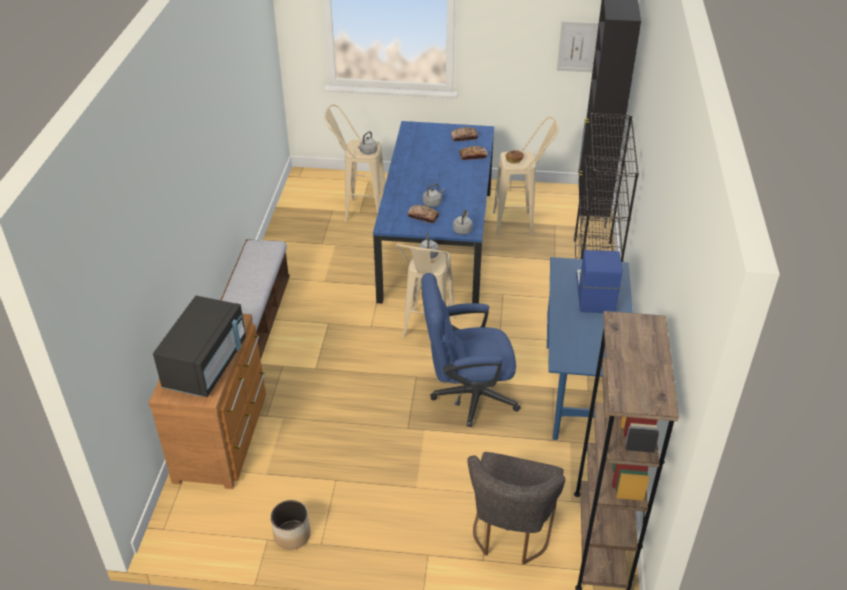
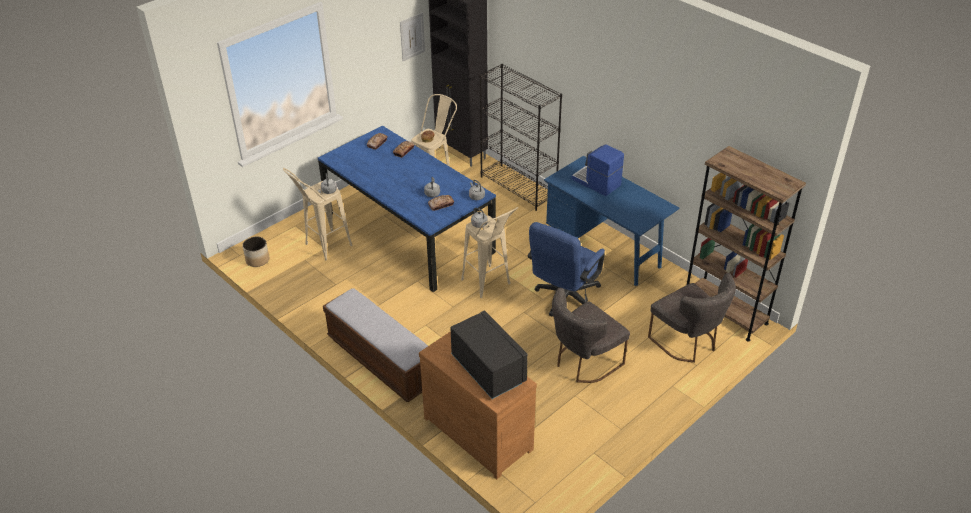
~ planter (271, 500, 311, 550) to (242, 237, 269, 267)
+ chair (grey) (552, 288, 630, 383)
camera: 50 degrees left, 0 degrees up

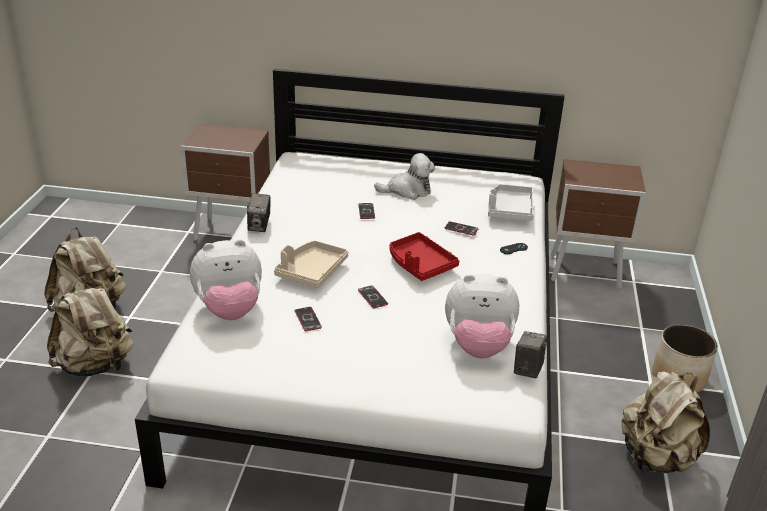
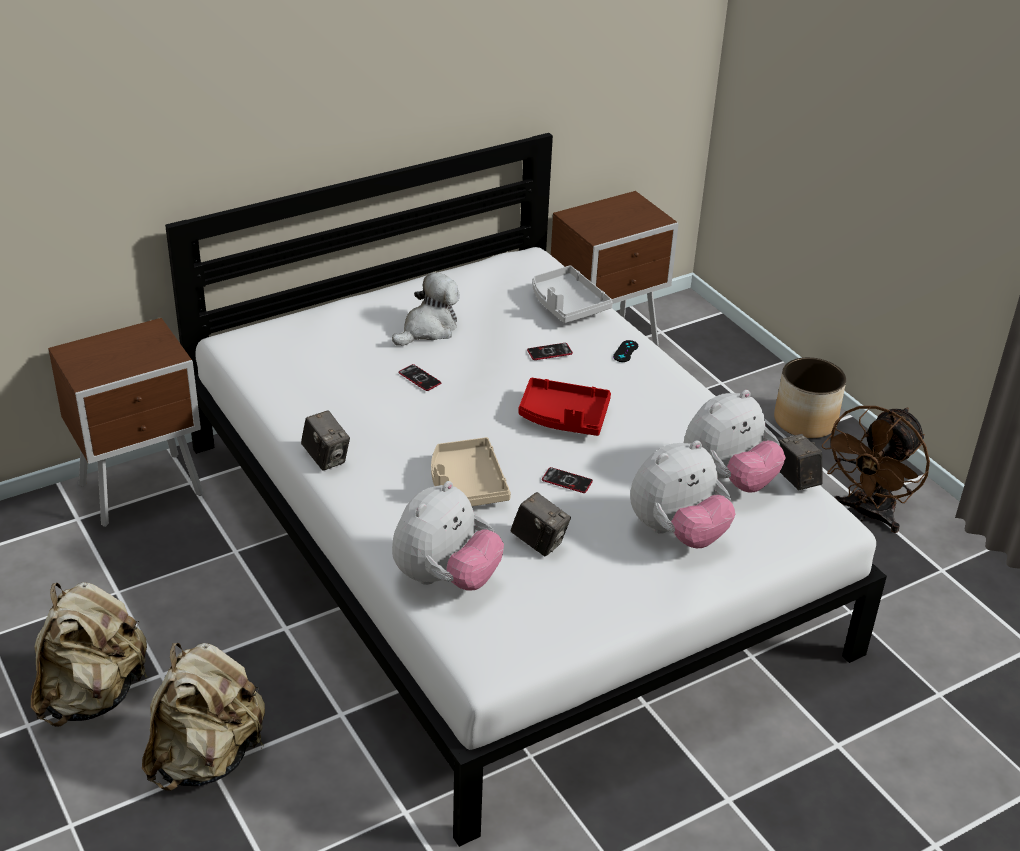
~ phone (295, 307, 322, 331) to photo camera (511, 492, 571, 556)
~ backpack (beige) (621, 371, 710, 473) to fan (brown) (822, 406, 930, 533)
+ plush toy (630, 440, 735, 548)
camera: 40 degrees left, 5 degrees up

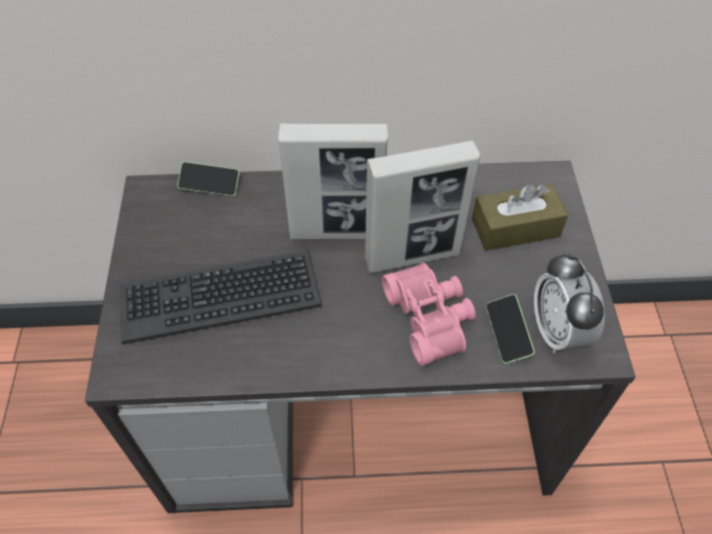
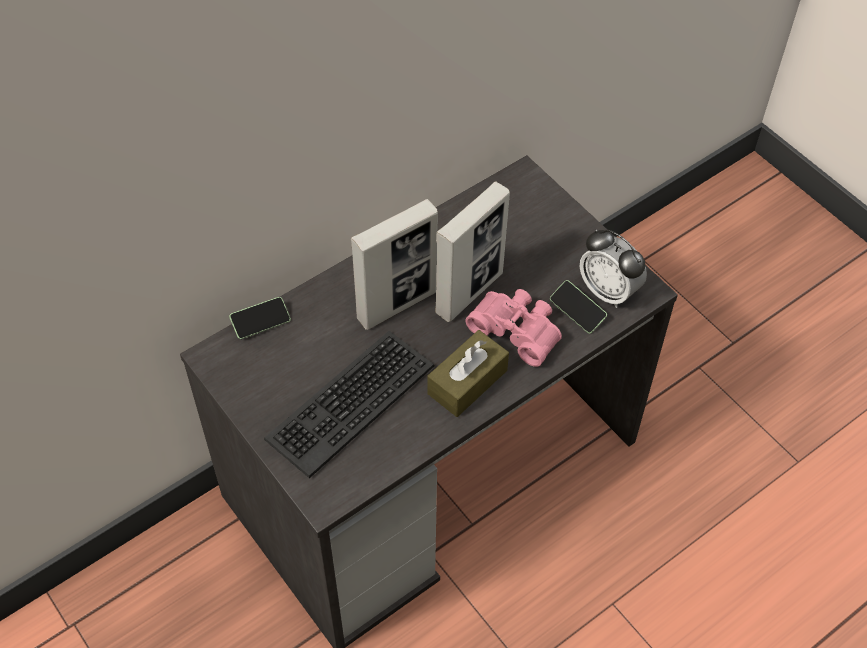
~ tissue box (brown) (472, 184, 568, 251) to (427, 330, 509, 417)
camera: 35 degrees left, 0 degrees up

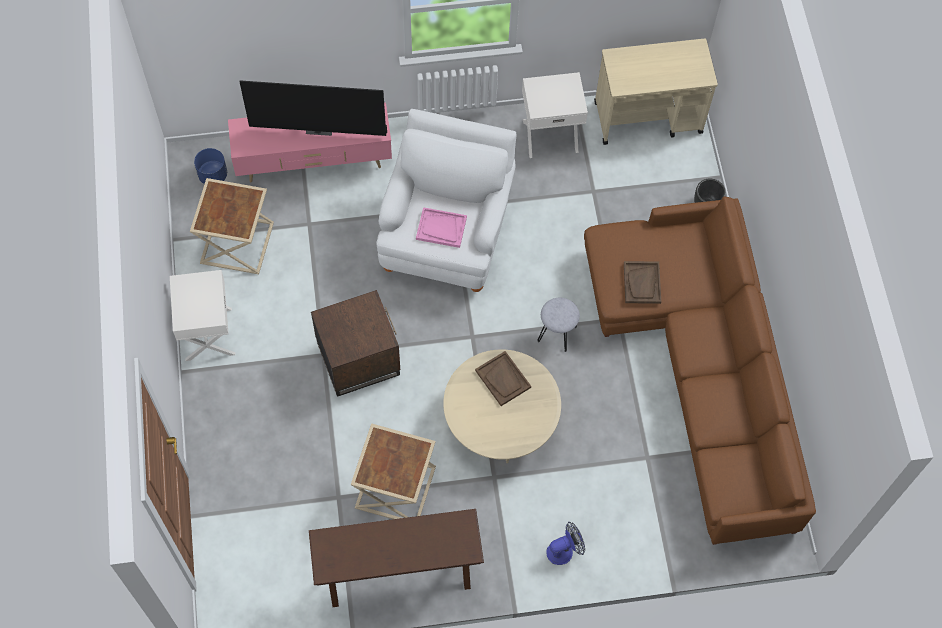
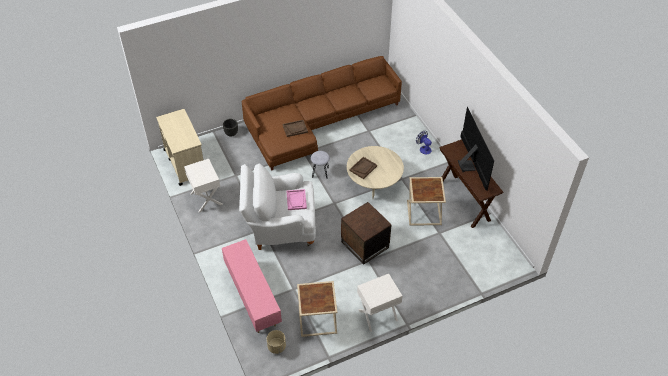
~ planter (blue) (194, 148, 227, 184) to planter (beige) (267, 330, 286, 354)
~ television (239, 81, 387, 136) to (458, 107, 494, 191)
camera: 105 degrees left, 15 degrees down

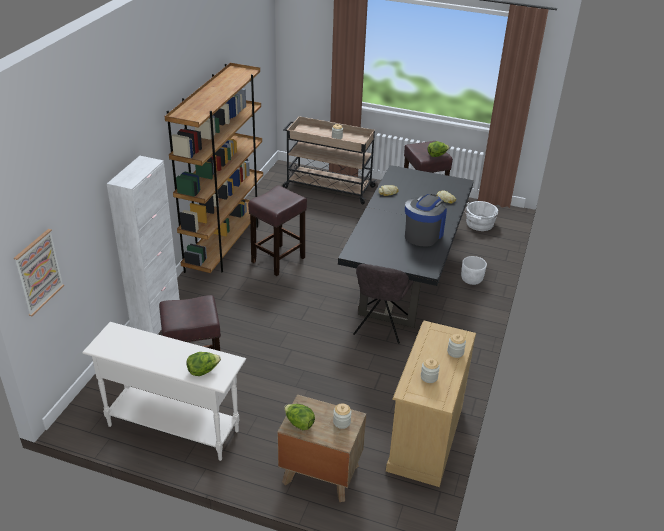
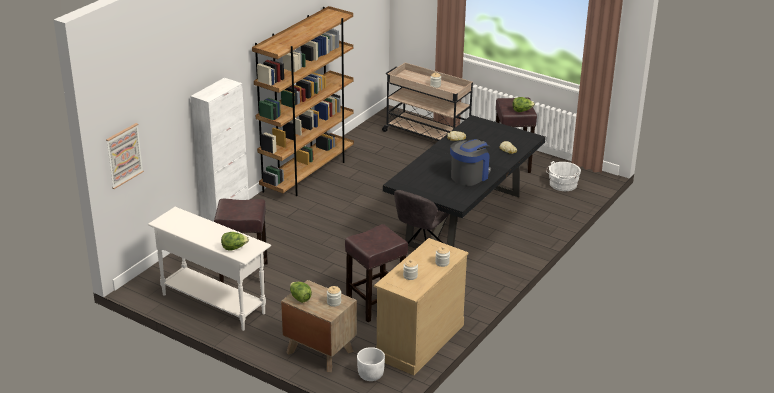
~ stool (brown) (248, 185, 307, 276) to (345, 224, 408, 322)
~ planter (white) (461, 256, 487, 285) to (357, 347, 385, 381)
camera: 15 degrees right, 5 degrees down

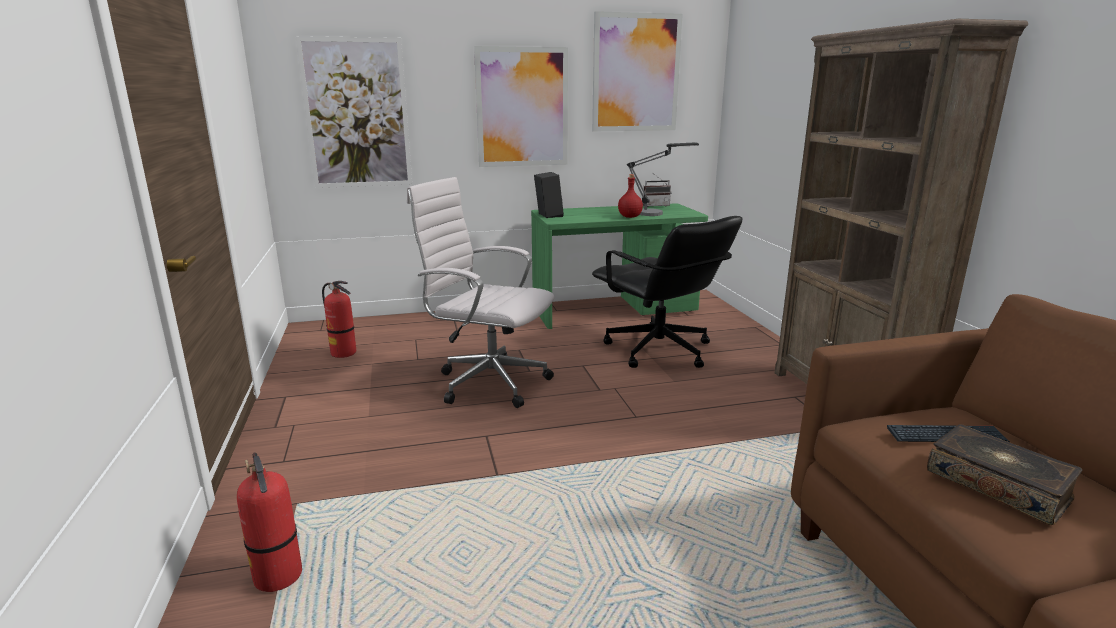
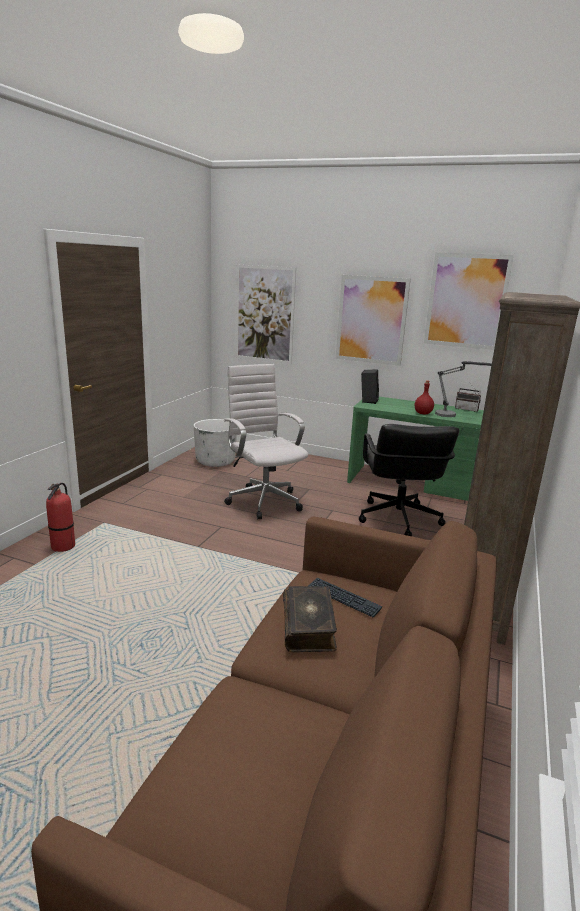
~ fire extinguisher (322, 281, 356, 358) to planter (white) (194, 419, 237, 467)
camera: 35 degrees right, 0 degrees up

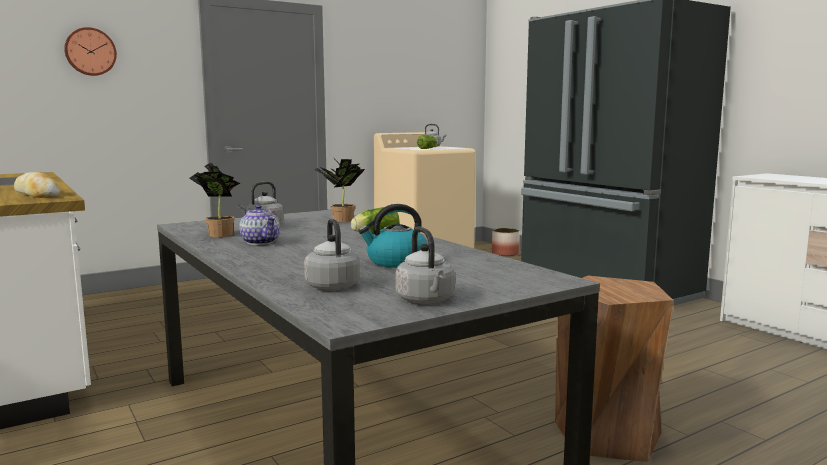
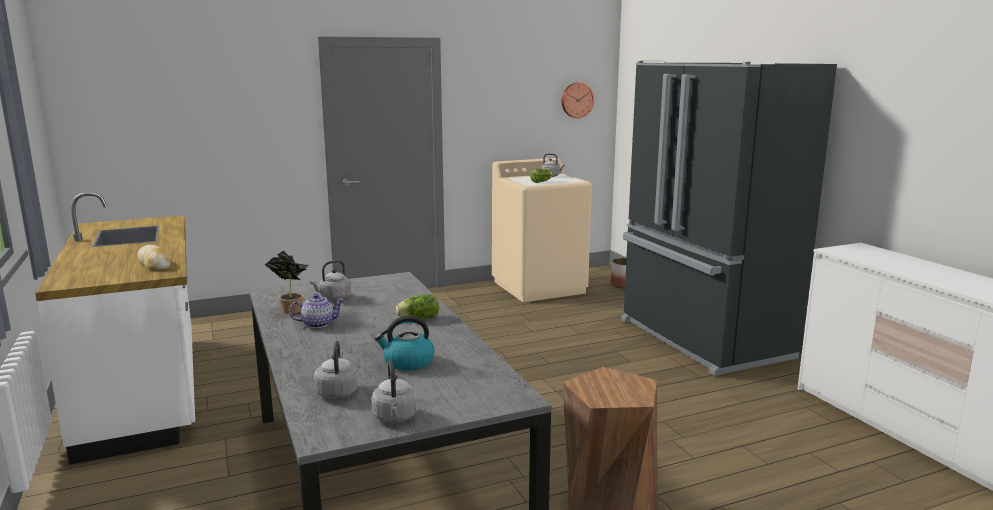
~ wall clock (64, 27, 117, 76) to (562, 83, 594, 118)
~ teapot (239, 205, 280, 245) = (289, 294, 344, 328) 75 degrees counterclockwise
- potted plant (314, 159, 365, 222)
camera: 10 degrees right, 5 degrees up

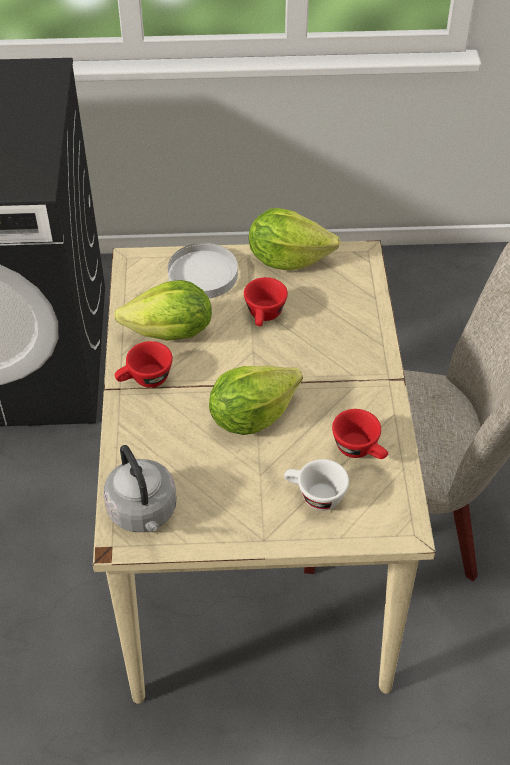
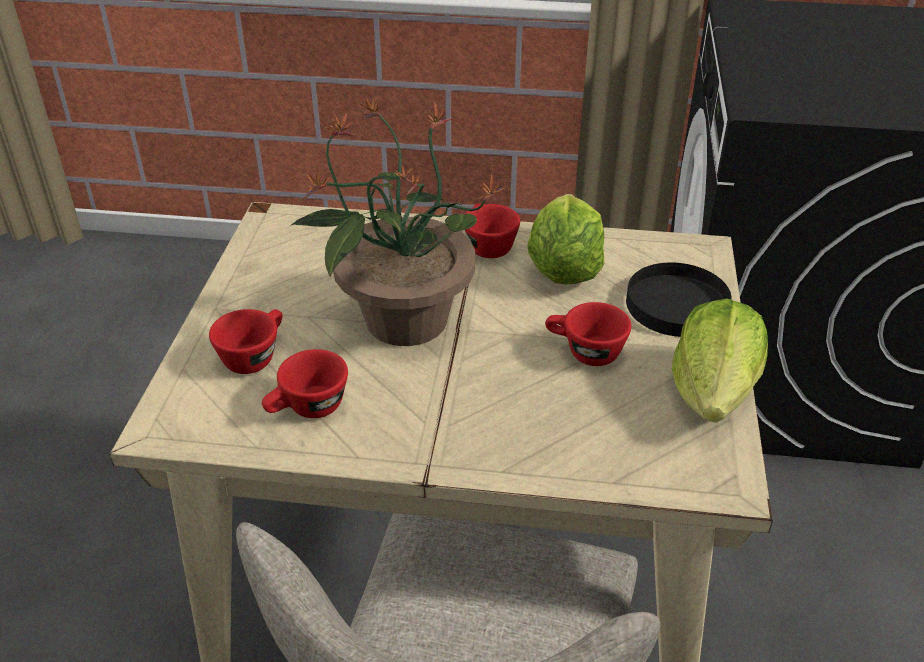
- kettle (grey) (103, 445, 177, 532)
~ plate (white) (168, 243, 238, 298) to plate (black) (626, 262, 732, 337)
~ lettuce (209, 366, 303, 435) to potted plant (290, 96, 505, 346)
~ cup (white) (284, 459, 349, 511) to cup (red) (209, 309, 283, 374)
camera: 100 degrees right, 10 degrees down

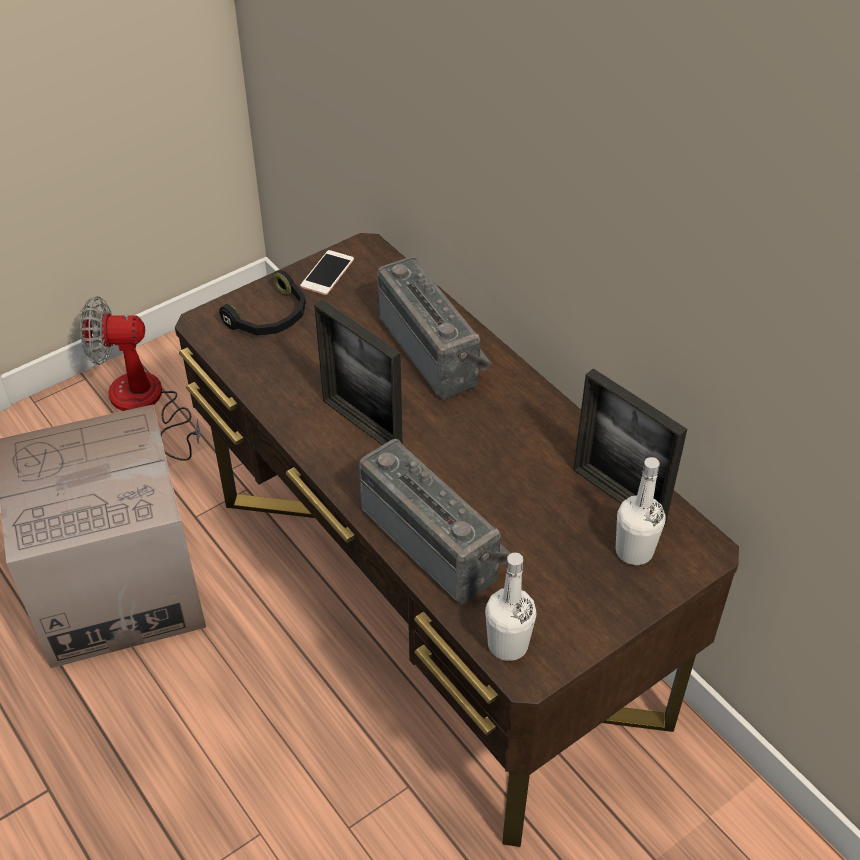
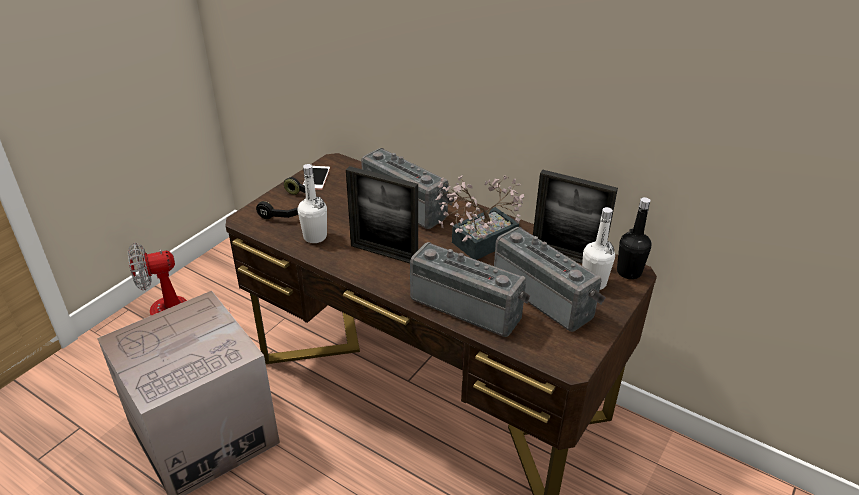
~ bottle (white) (485, 553, 536, 661) to (298, 164, 327, 243)
+ potted plant (435, 175, 524, 260)
+ radio (494, 227, 606, 332)
+ bottle (black) (617, 197, 651, 279)
camera: 20 degrees left, 10 degrees down

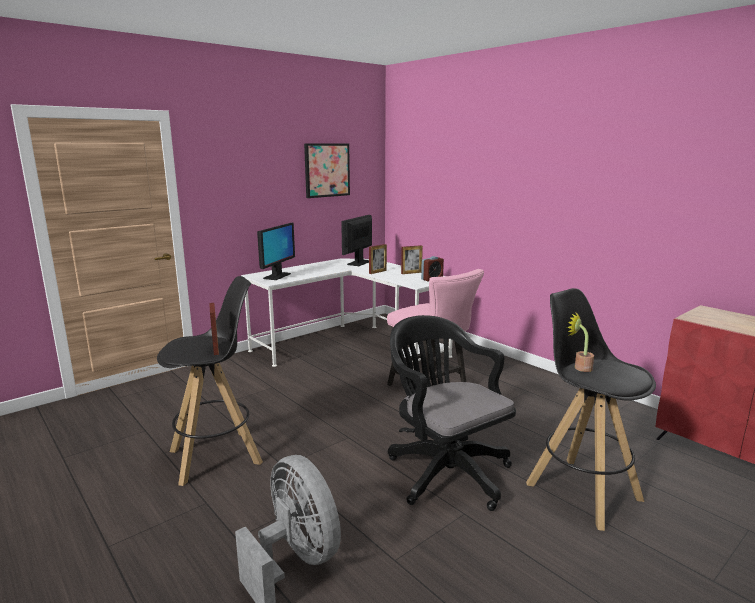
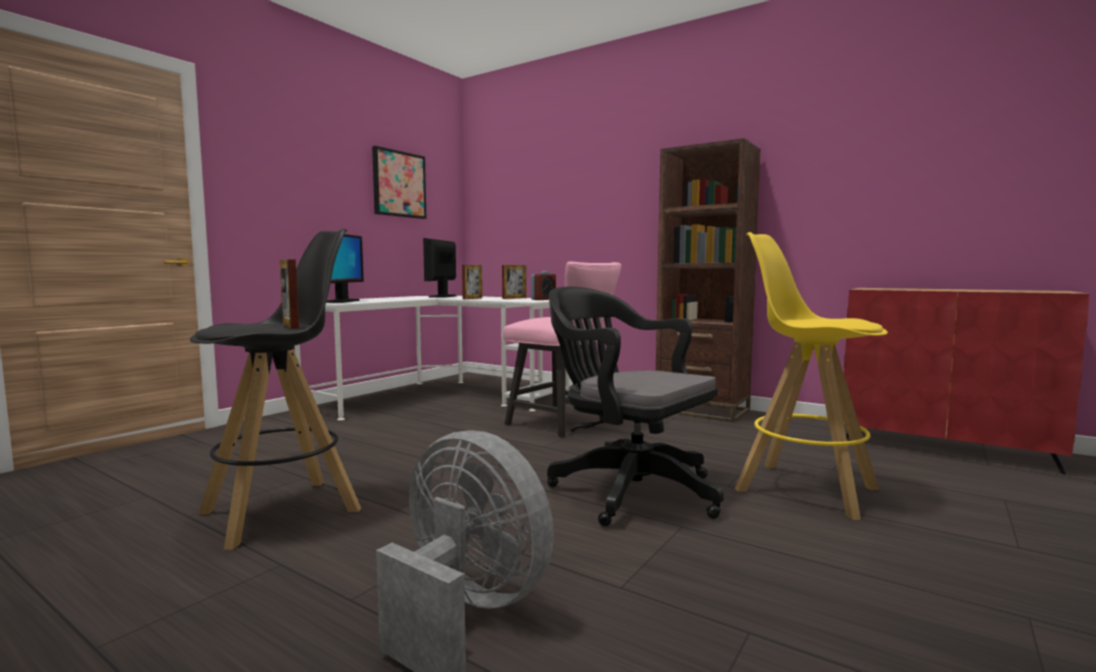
~ stool (black) (526, 288, 656, 531) to stool (yellow) (735, 232, 888, 520)
- potted plant (567, 312, 594, 372)
+ bookcase (brown) (656, 138, 761, 423)
camera: 15 degrees left, 10 degrees down

